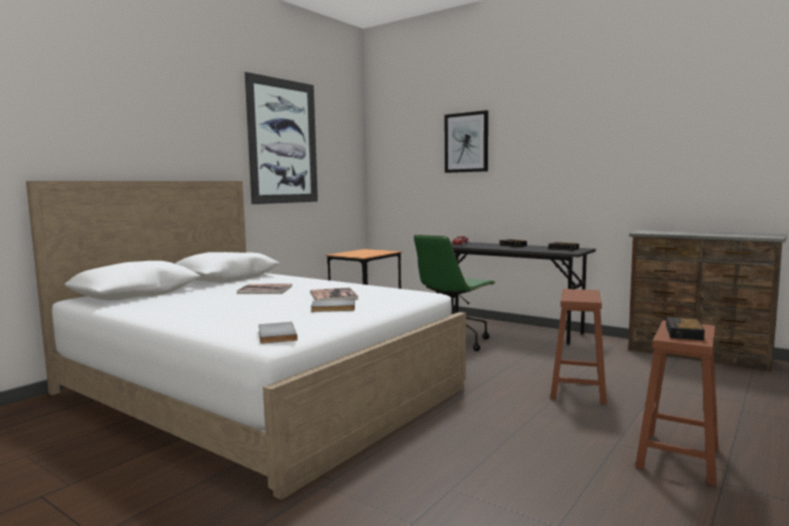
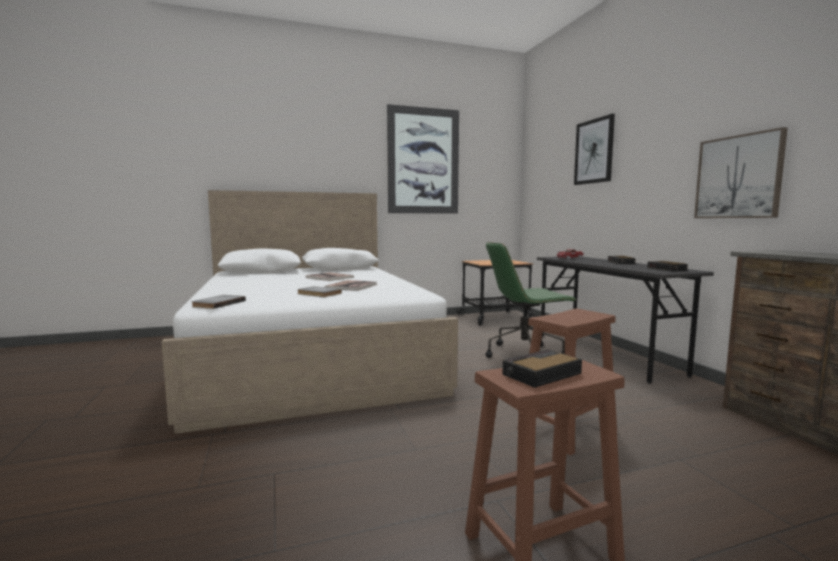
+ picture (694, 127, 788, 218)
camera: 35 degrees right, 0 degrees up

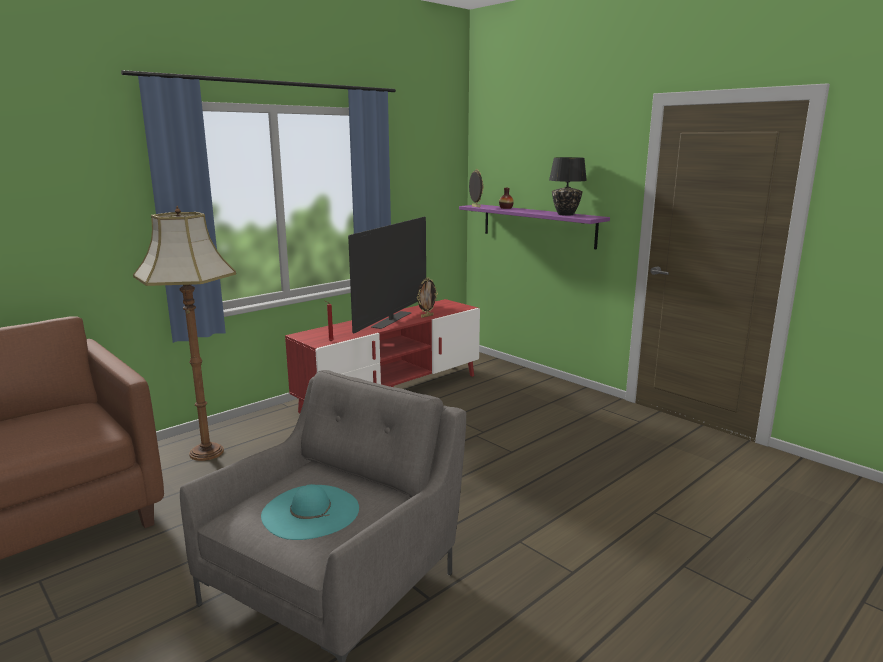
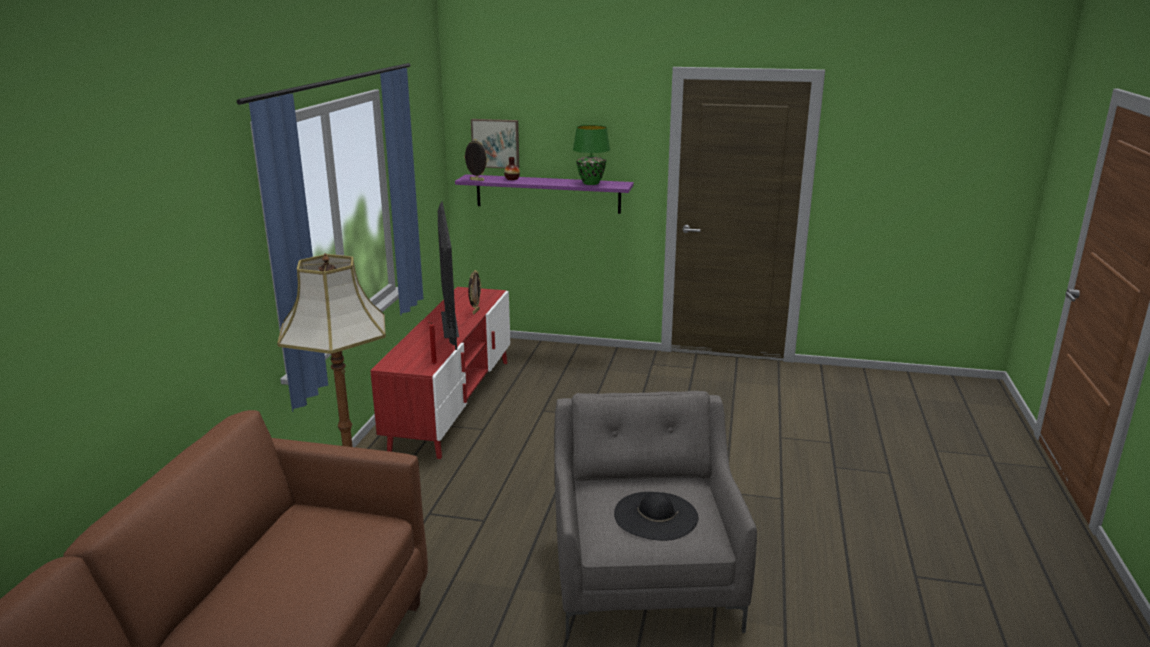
~ hat (turquoise) (261, 484, 359, 540) to hat (black) (614, 492, 698, 541)
~ table lamp (black) (549, 157, 587, 216) to table lamp (green) (573, 125, 610, 185)
+ picture (471, 119, 519, 168)
camera: 35 degrees left, 5 degrees up

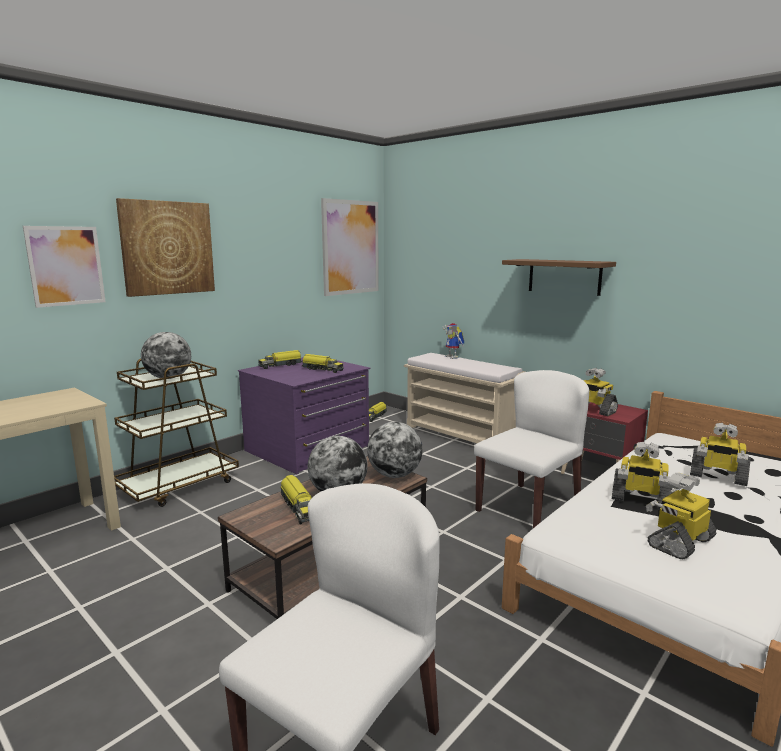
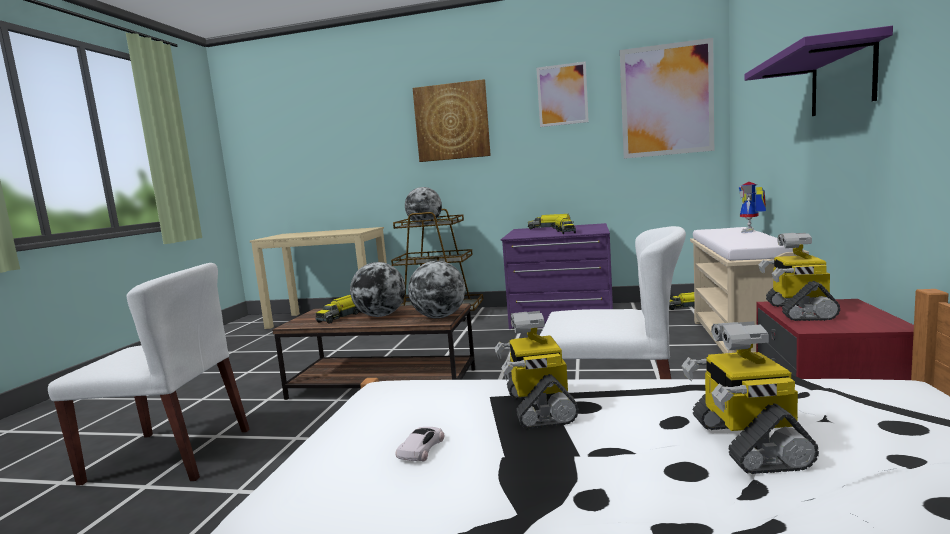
~ picture (23, 226, 106, 308) to (536, 61, 589, 127)
~ shelf (brown) (502, 259, 616, 296) to shelf (purple) (744, 26, 893, 116)
~ toy robot (646, 473, 716, 559) to toy car (white) (396, 427, 444, 462)
camera: 60 degrees right, 5 degrees down

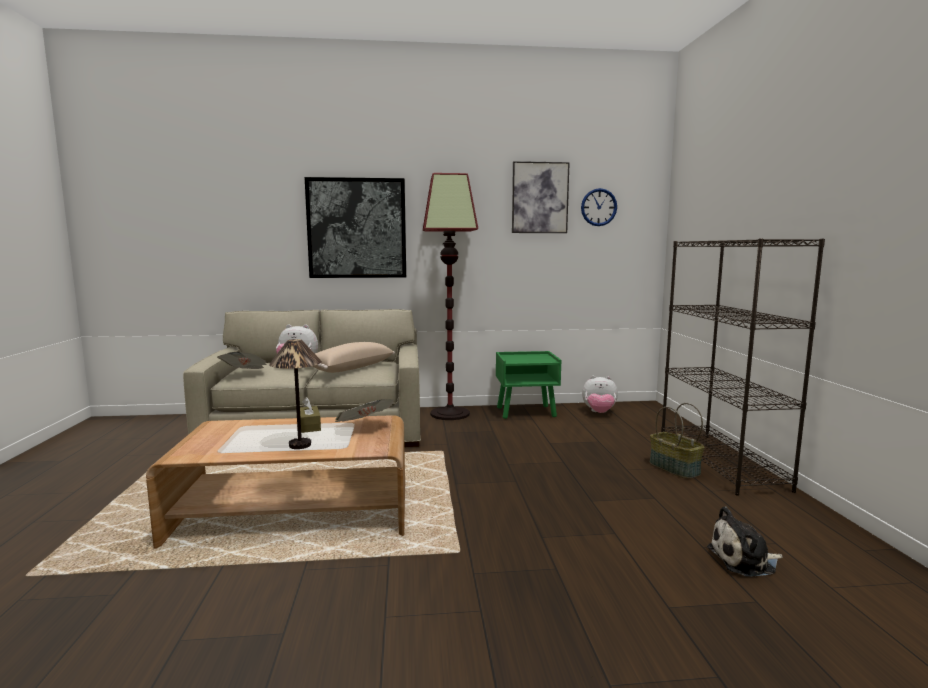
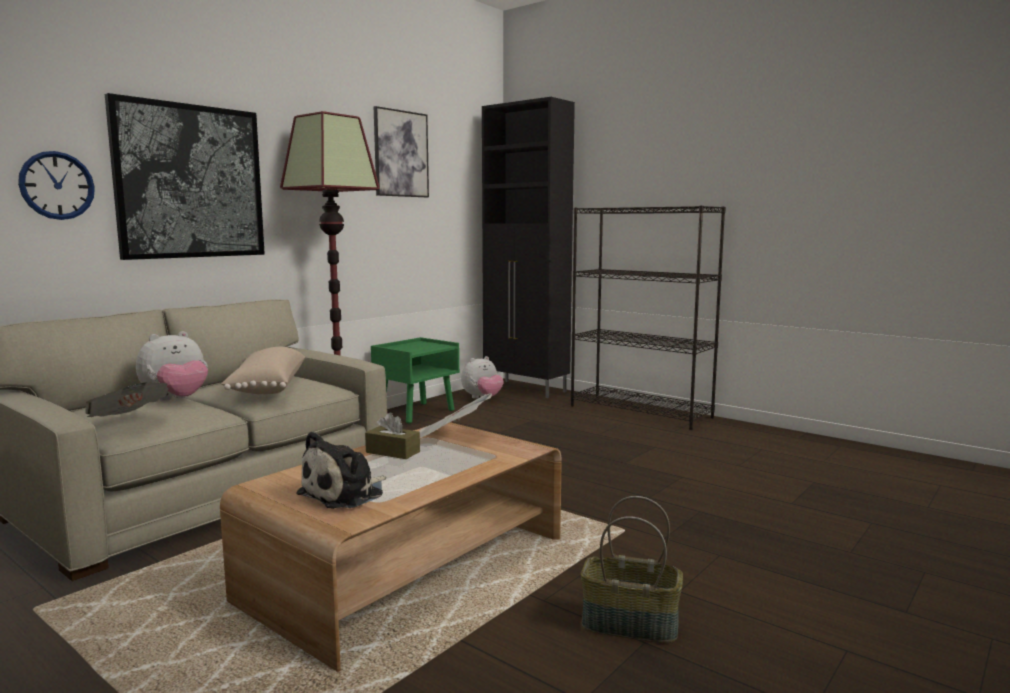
- table lamp (269, 339, 322, 449)
~ wall clock (581, 188, 617, 226) to (18, 151, 95, 220)
~ basket (650, 403, 704, 479) to (580, 496, 683, 643)
~ plush toy (707, 506, 783, 577) to (296, 431, 386, 509)
+ cabinet (black) (482, 97, 575, 398)
camera: 45 degrees left, 0 degrees up

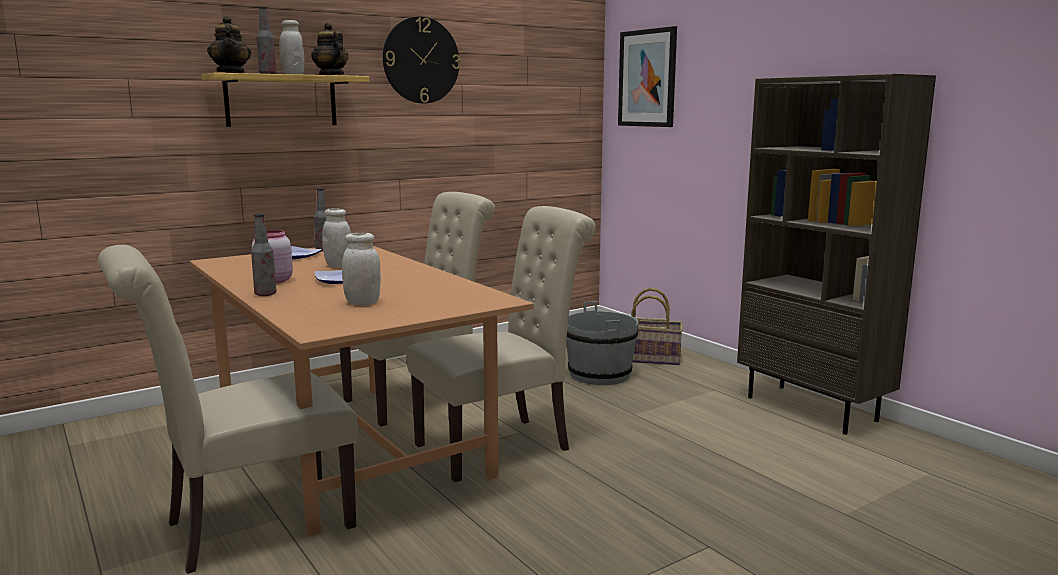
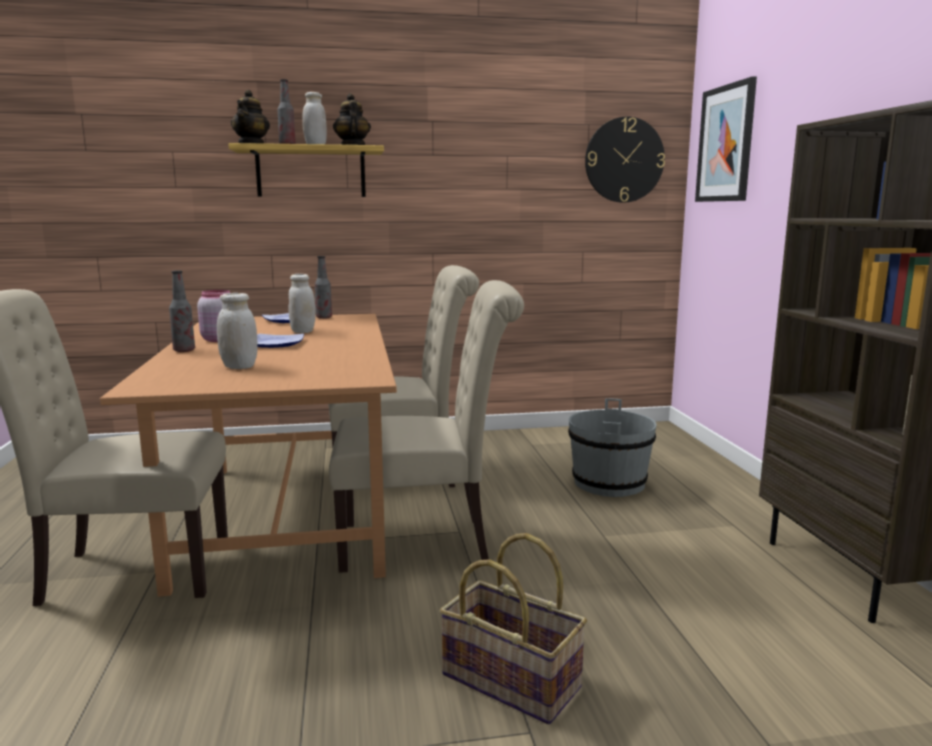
~ wall clock (383, 16, 460, 103) to (585, 116, 665, 203)
~ basket (631, 288, 683, 365) to (440, 533, 587, 725)
camera: 25 degrees right, 0 degrees up

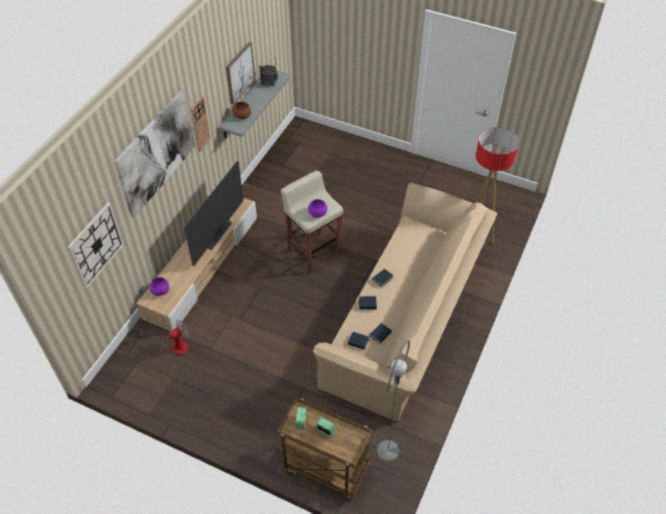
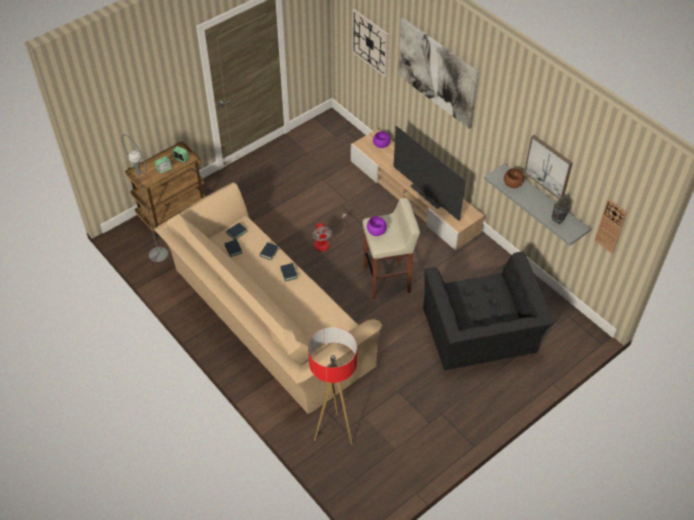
~ fan (140, 320, 189, 355) to (312, 214, 346, 252)
~ wall clock (191, 96, 211, 152) to (595, 199, 627, 254)
+ armchair (black) (423, 251, 555, 370)
camera: 115 degrees right, 0 degrees up

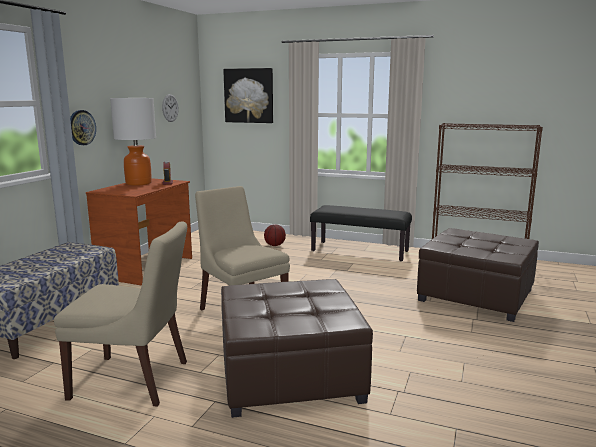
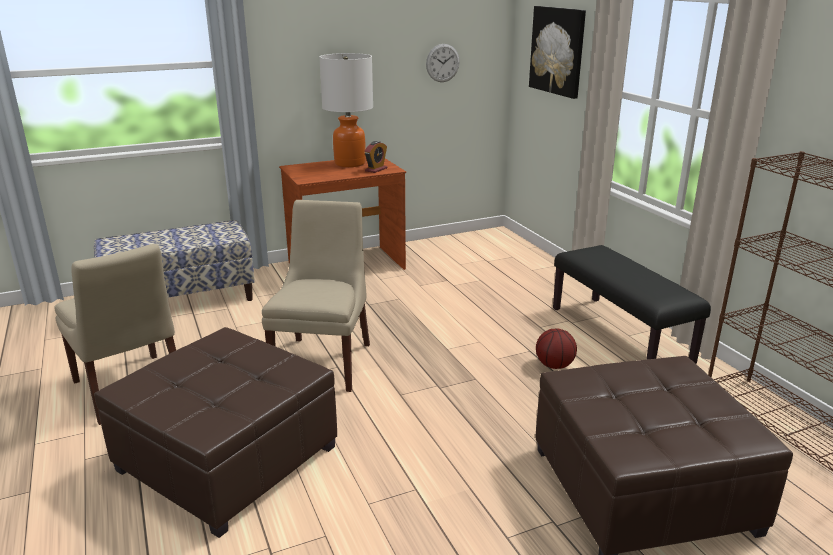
- wall clock (70, 110, 96, 145)
~ basketball (264, 224, 286, 246) to (536, 328, 577, 369)
camera: 45 degrees right, 10 degrees up

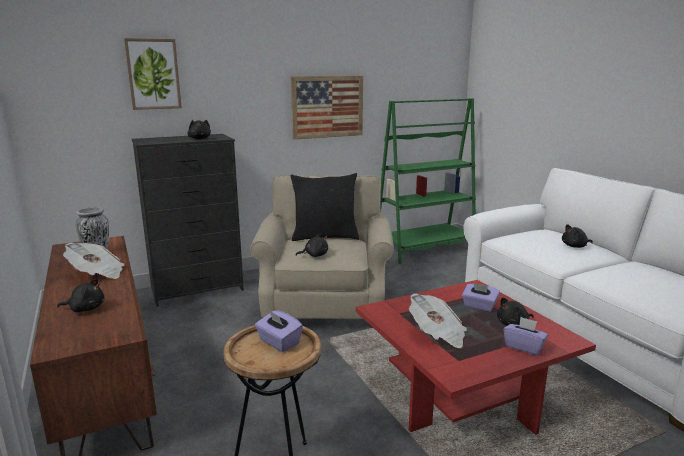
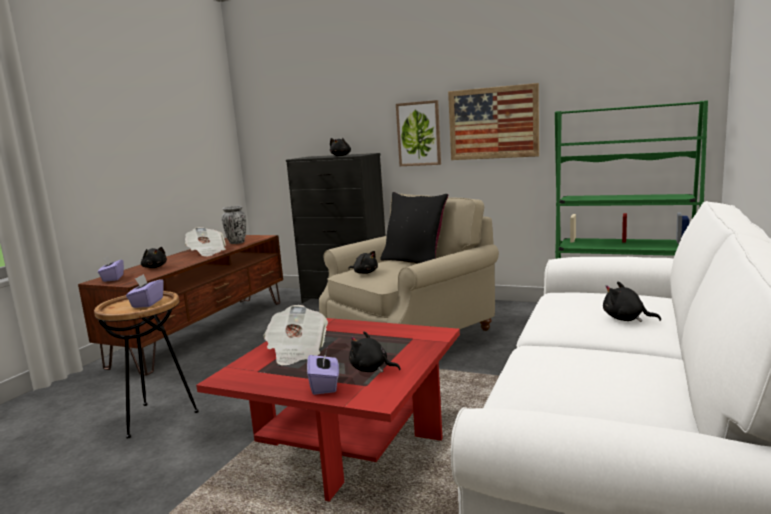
~ picture (124, 38, 182, 110) to (396, 100, 441, 166)
~ tissue box (purple) (462, 283, 500, 312) to (98, 256, 124, 282)
camera: 50 degrees right, 5 degrees down

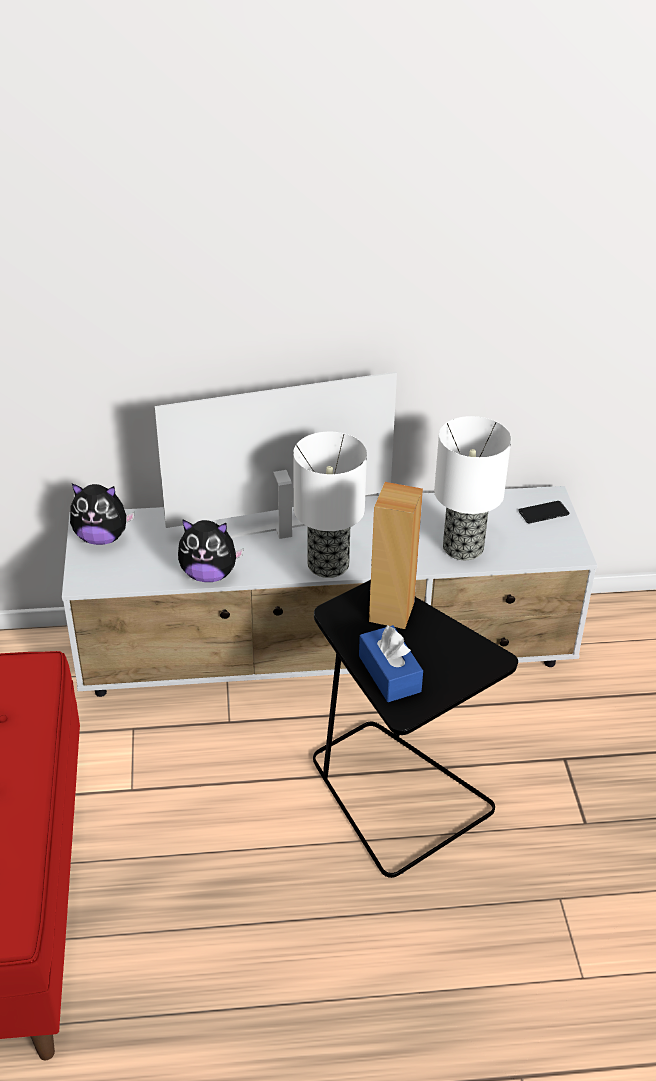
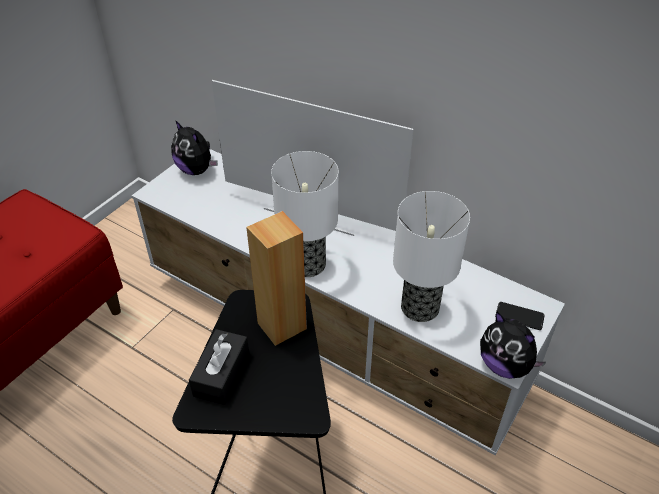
~ plush toy (178, 519, 244, 582) to (480, 311, 546, 379)
~ tissue box (blue) (359, 625, 423, 702) to tissue box (black) (189, 329, 249, 405)
camera: 40 degrees right, 5 degrees up

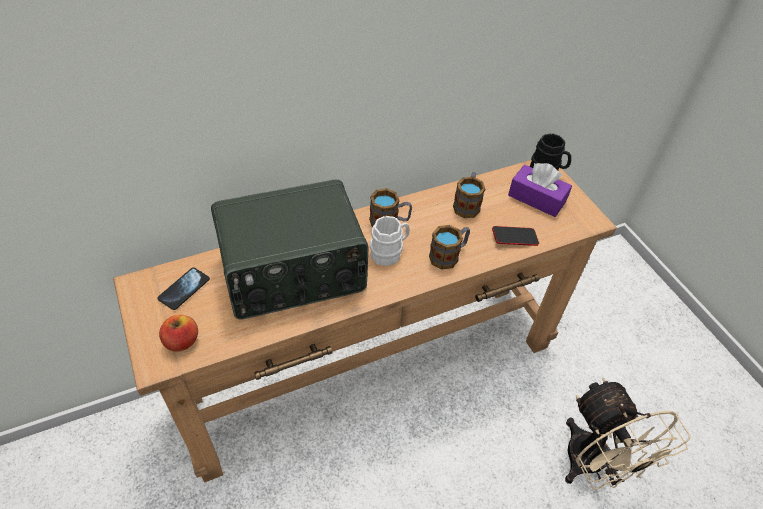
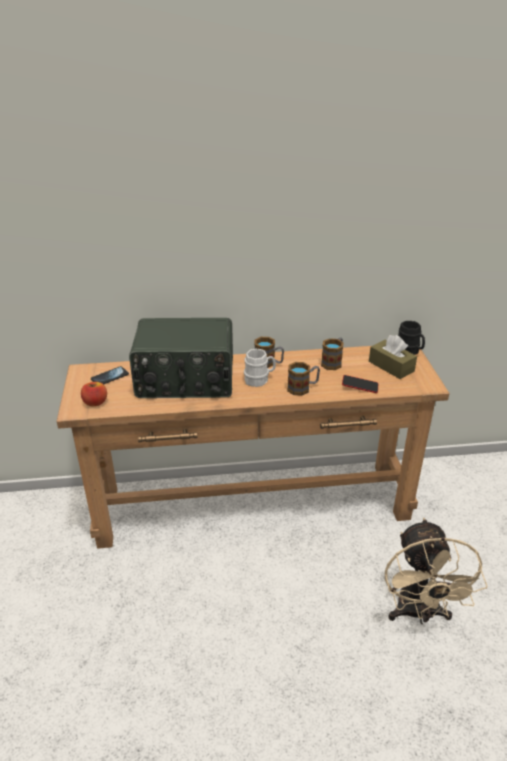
~ tissue box (purple) (508, 163, 572, 217) to tissue box (brown) (369, 335, 417, 379)
camera: 20 degrees right, 15 degrees down

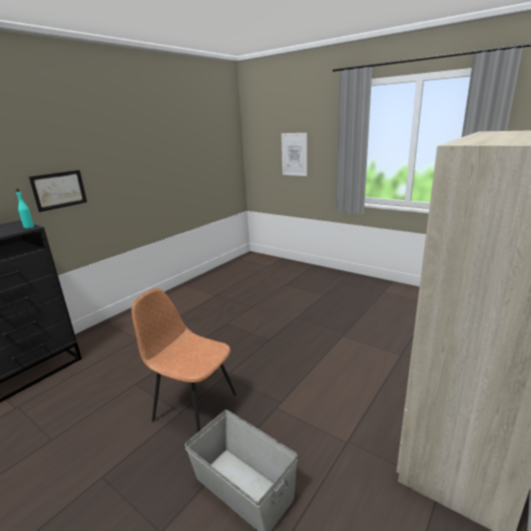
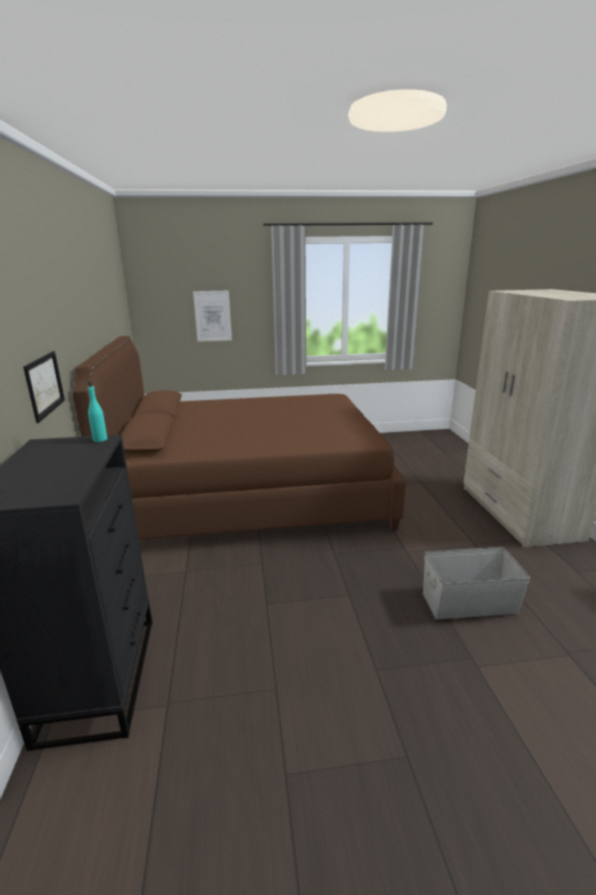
- chair (brown) (131, 288, 236, 433)
+ bed (brown) (72, 336, 406, 540)
camera: 45 degrees left, 0 degrees up

